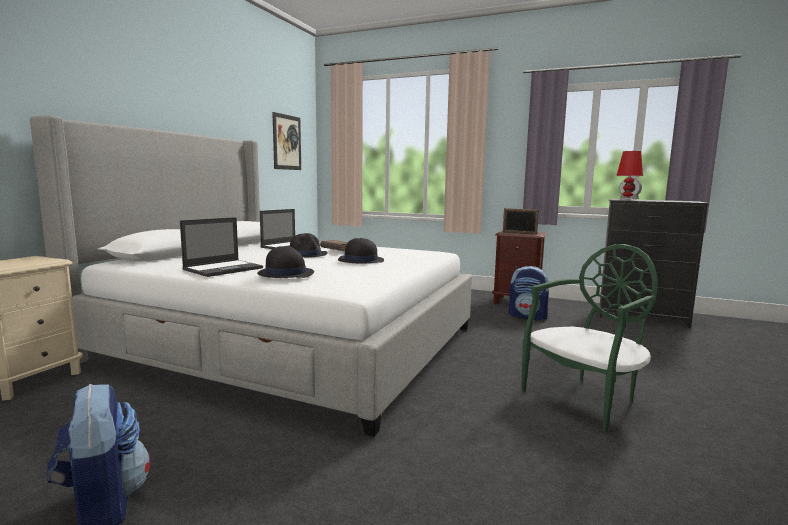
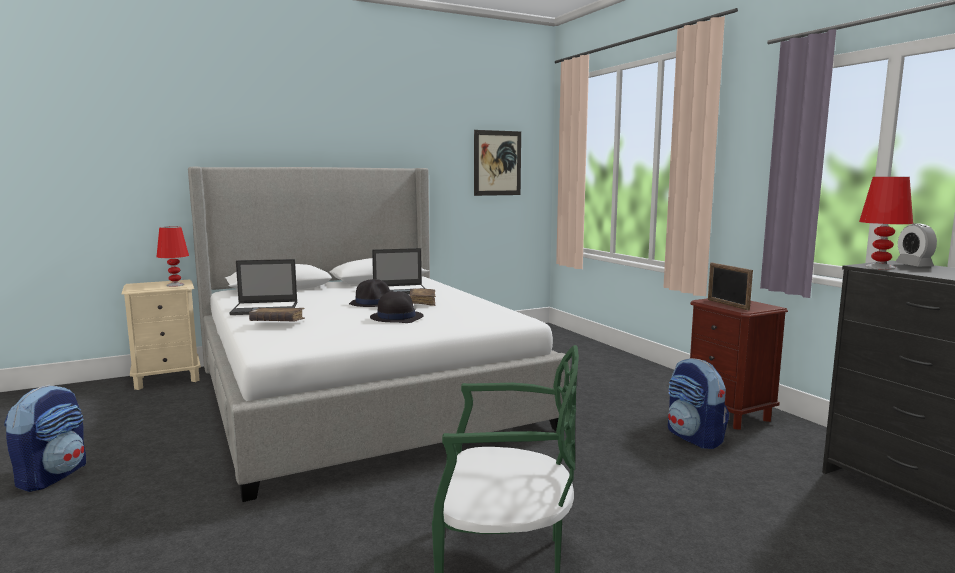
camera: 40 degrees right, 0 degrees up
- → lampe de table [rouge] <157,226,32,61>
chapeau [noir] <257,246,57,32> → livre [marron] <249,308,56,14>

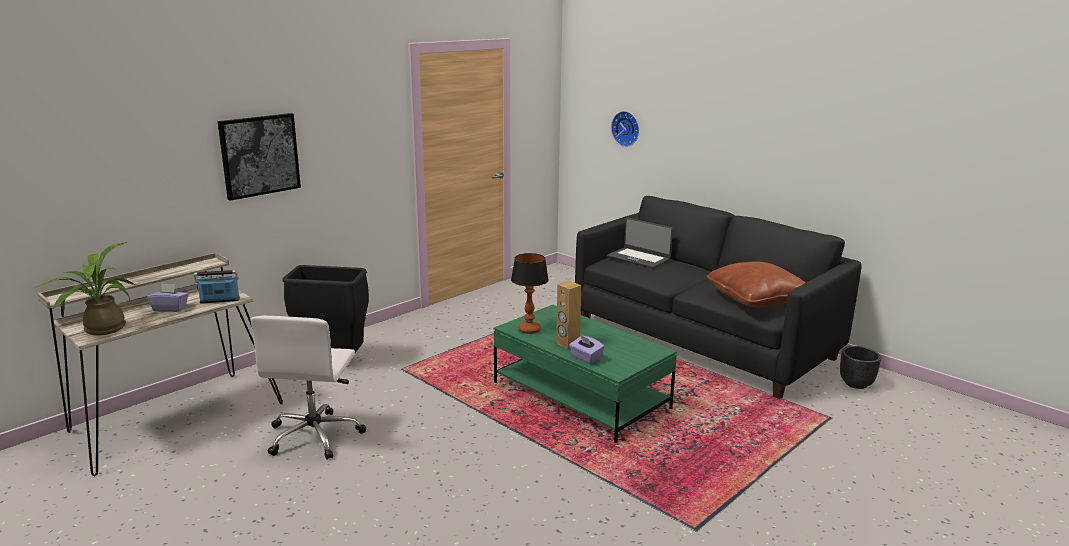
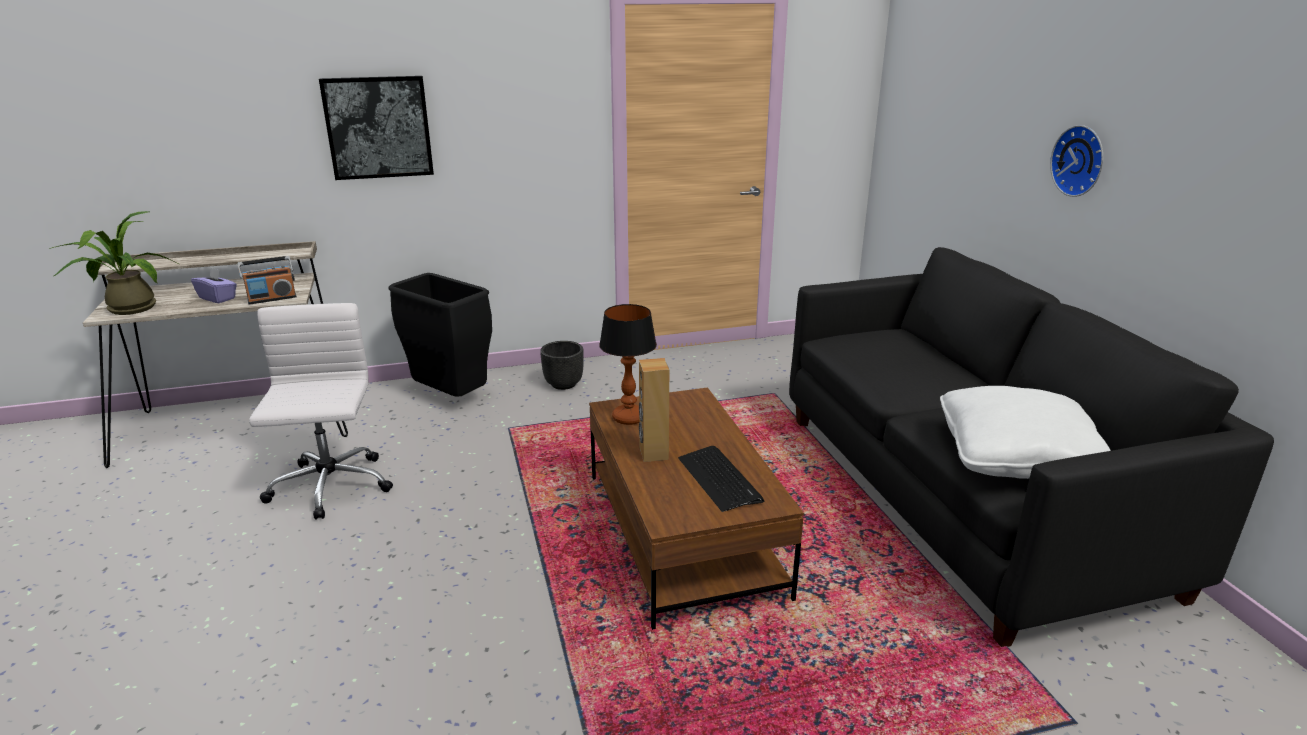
camera: 30 degrees right, 5 degrees up
radio <194,270,46,34> → radio <238,256,59,48>, 135 degrees clockwise
chaise de bureau [blanc] <250,316,116,144> → chaise de bureau [blanc] <249,303,144,217>, 135 degrees clockwise
cache-pot [noir] <840,346,41,43> → cache-pot [noir] <540,341,44,49>, move
table basse [vert] <493,305,184,138> → table basse [marron] <589,387,215,243>
- → clavier <678,446,87,66>
coussin [marron] <707,261,98,46> → coussin [blanc] <940,386,171,93>
horloge murale <611,111,28,36> → horloge murale <1050,125,53,72>, move
boîte à mouchoirs [violet] <569,335,36,29> → -
ordinateur portable <607,218,66,50> → -

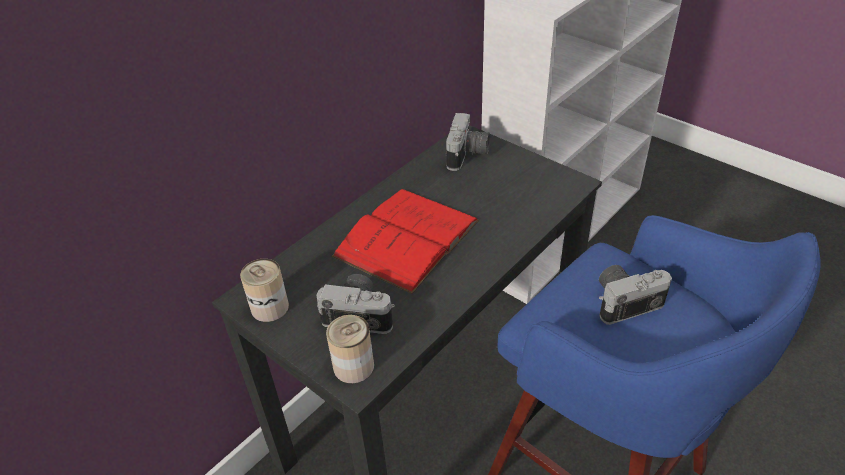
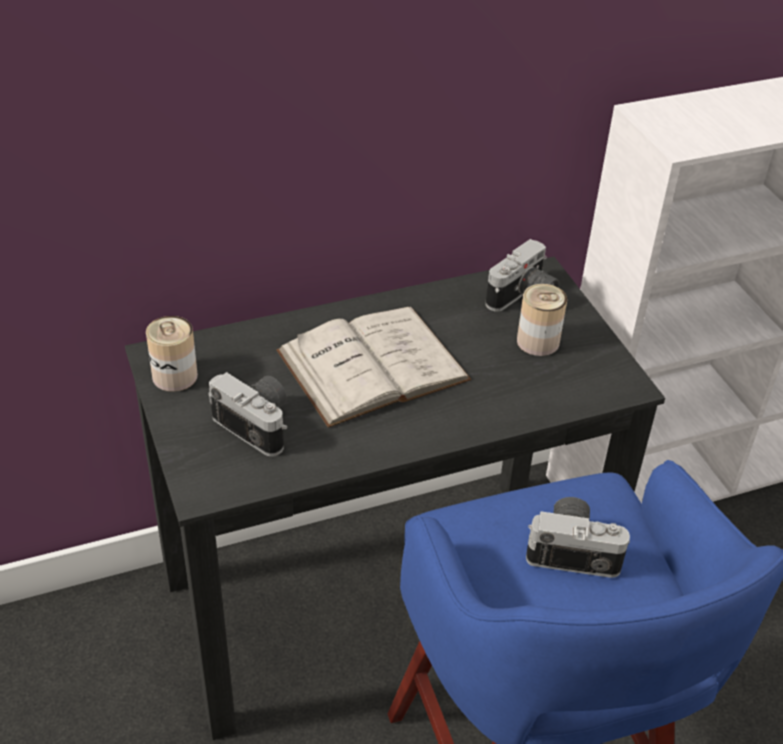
camera: 25 degrees right, 0 degrees up
livre [rouge] <332,189,147,105> → livre [blanc] <276,307,195,121>
boîte métallique <326,315,48,68> → boîte métallique <517,284,50,72>, move

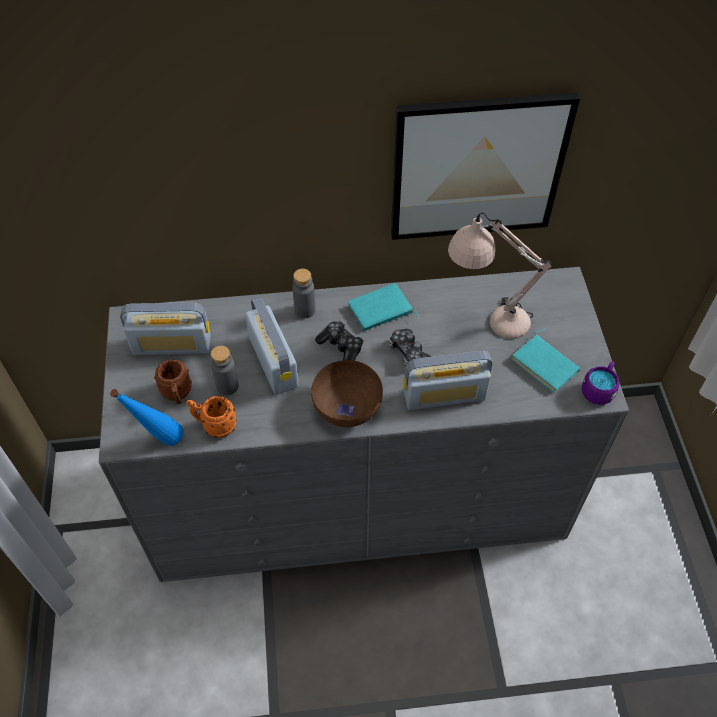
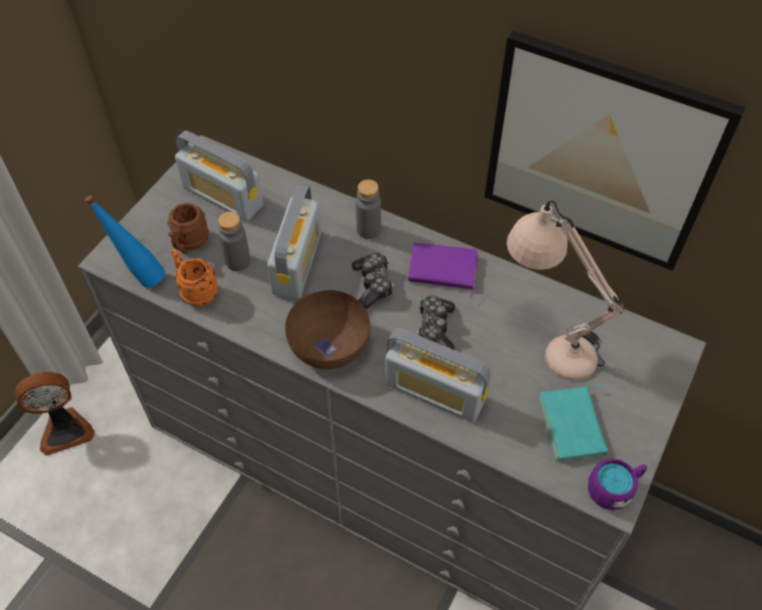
camera: 35 degrees right, 0 degrees up
- → ventilateur <15,372,80,84>
livre [turquoise] <348,283,70,48> → livre [violet] <408,243,70,56>

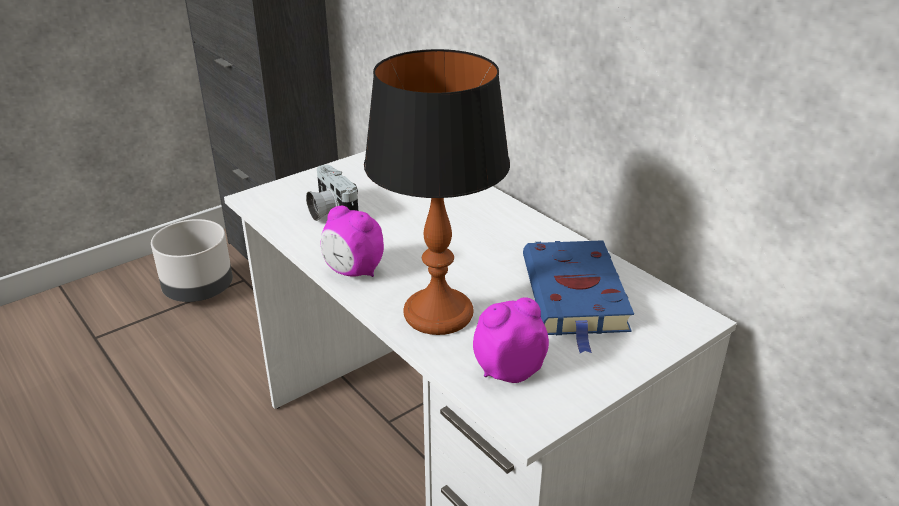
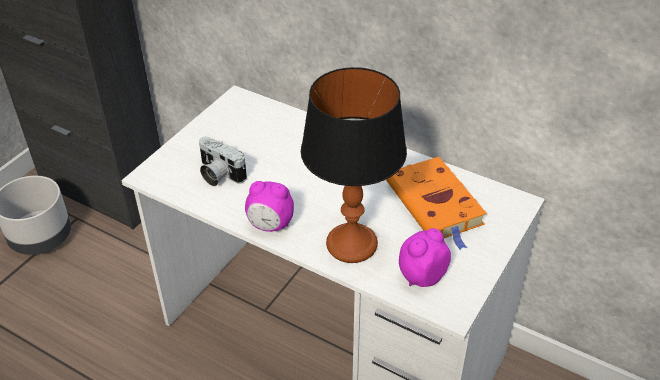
camera: 20 degrees left, 10 degrees up
livre [bleu] <523,240,111,113> → livre [orange] <386,157,101,93>

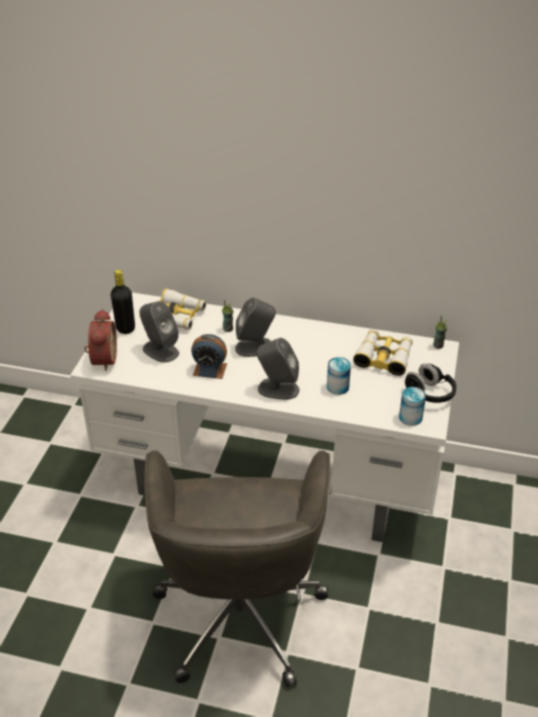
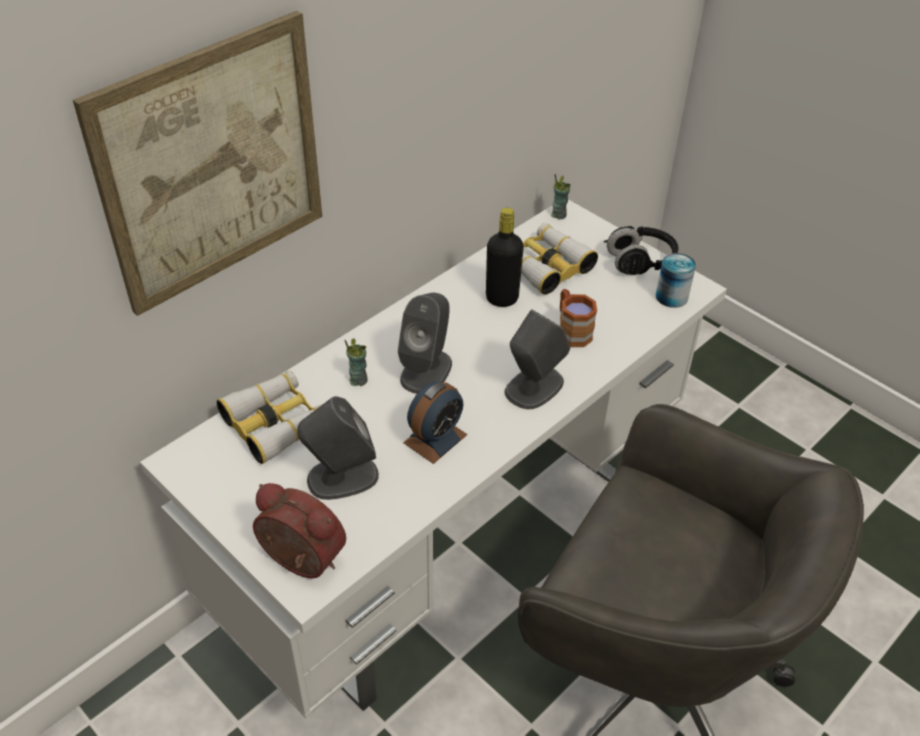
camera: 60 degrees left, 5 degrees up
- → tableau <73,11,249,305>
bouteille [noir] <111,270,24,64> → bouteille [noir] <486,208,38,99>, move
boîte métallique <327,357,24,38> → mug [marron] <560,289,37,58>

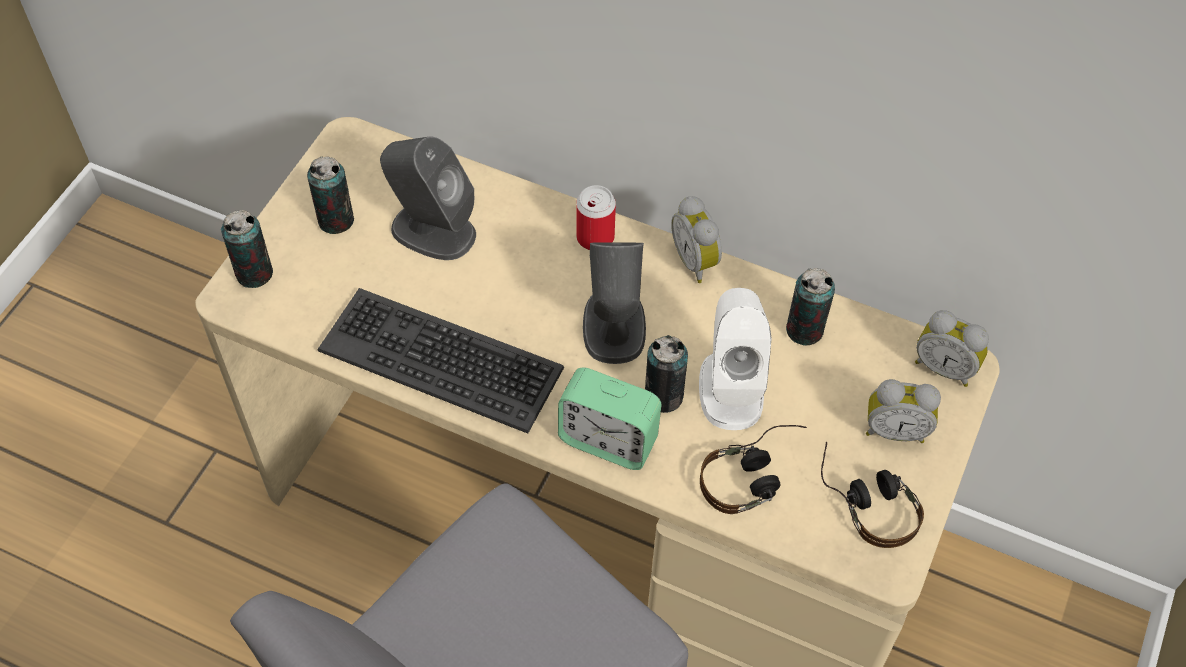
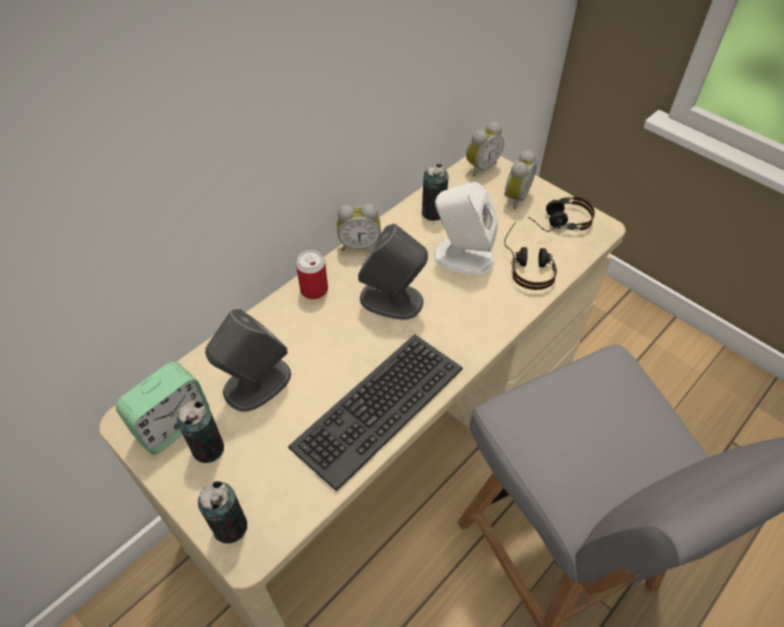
camera: 70 degrees left, 5 degrees down
réveil <558,367,104,103> → réveil <116,362,93,92>, move
boîte métallique <645,335,43,78> → -

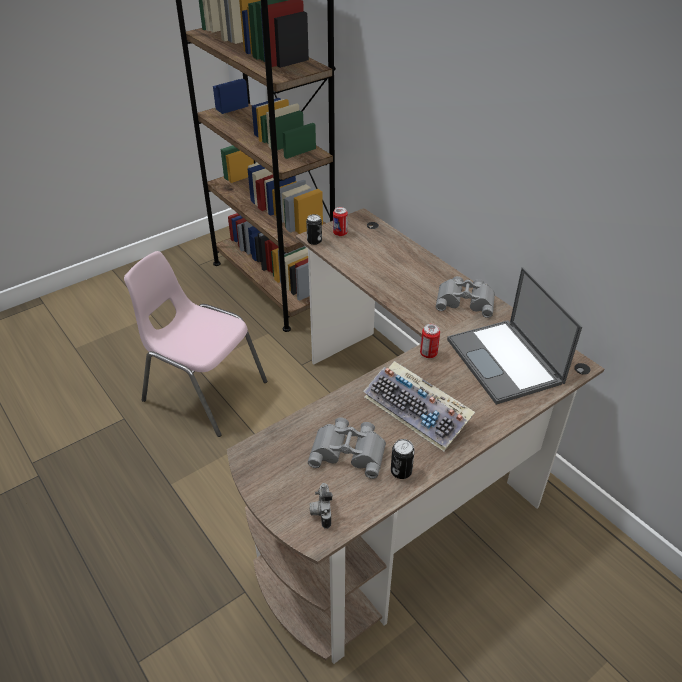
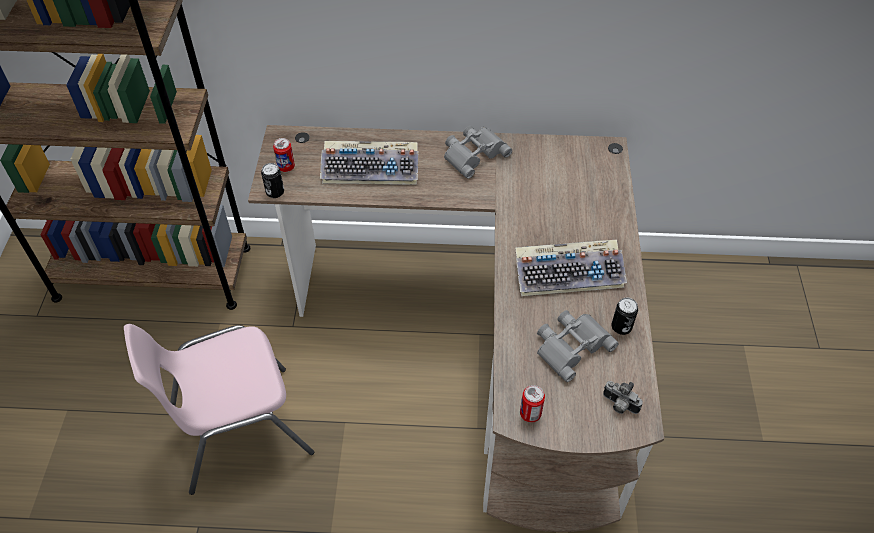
camera: 50 degrees left, 10 degrees up
- → clavier <320,141,98,43>
boîte métallique <420,324,20,34> → boîte métallique <520,385,25,37>, move
ordinateur portable <447,267,135,138> → -

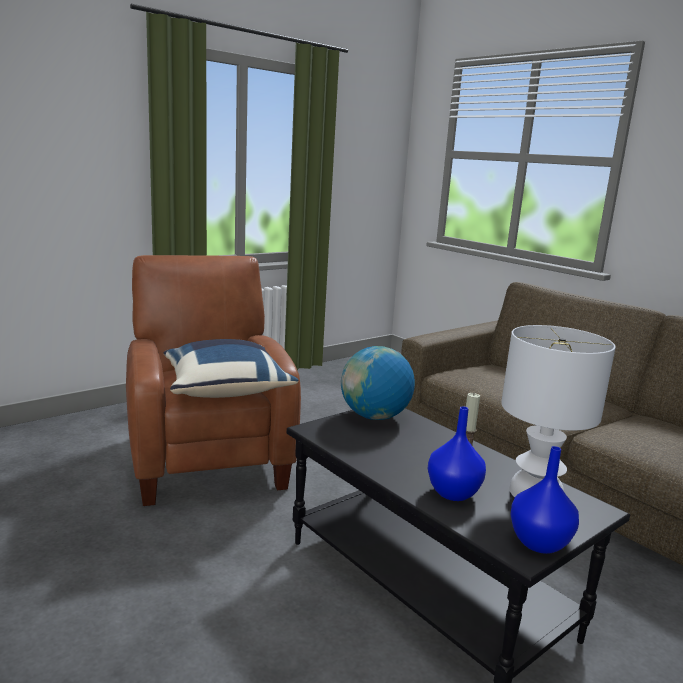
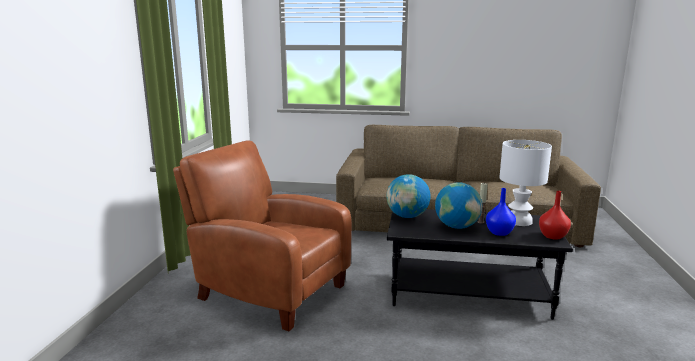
camera: 40 degrees left, 0 degrees up
- → globe <435,183,48,46>
vase [bleu] <510,446,69,108> → vase [rouge] <539,191,32,48>
coussin [bleu] <164,339,134,59> → -

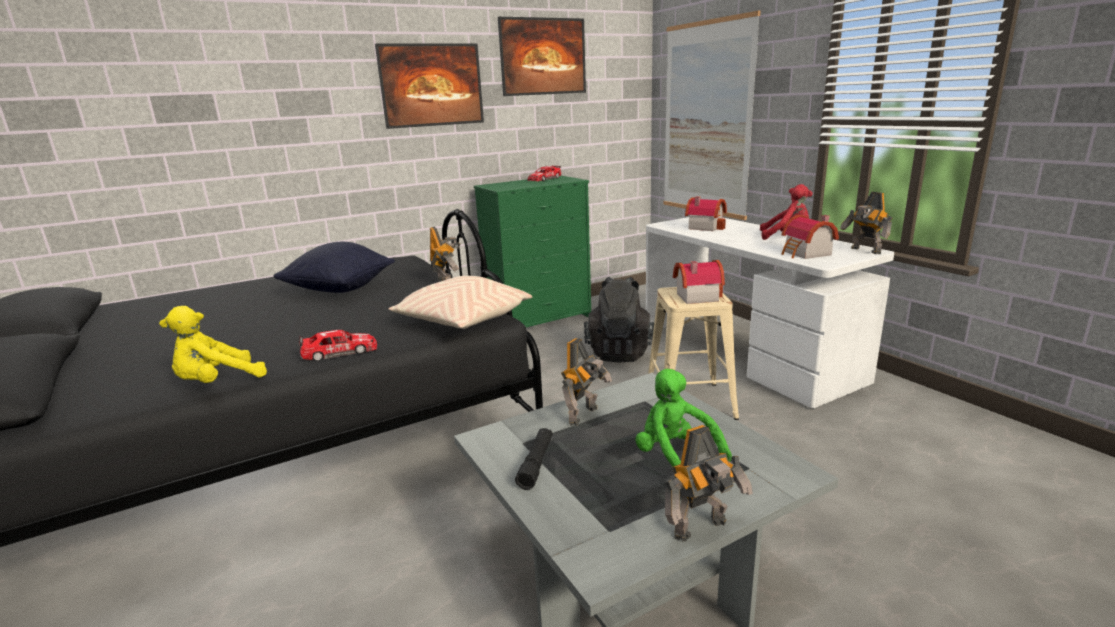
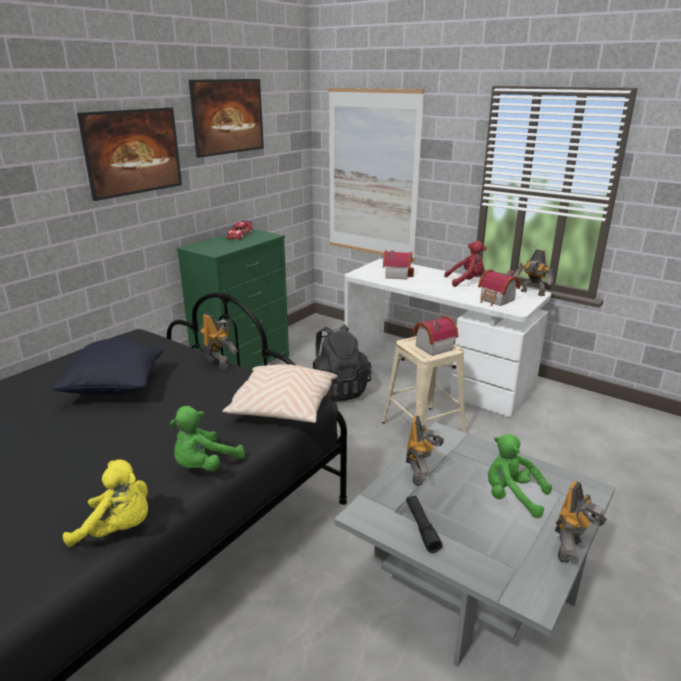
camera: 25 degrees left, 5 degrees up
peluche [jaune] <159,306,108,77> → peluche [jaune] <63,459,85,88>, 105 degrees counterclockwise
petite voiture <299,330,78,32> → peluche [vert] <170,406,75,65>

